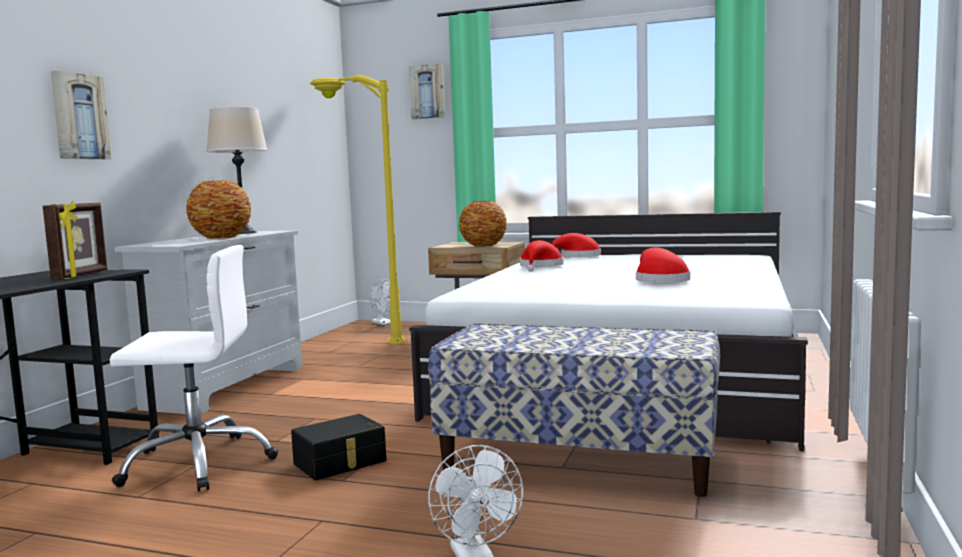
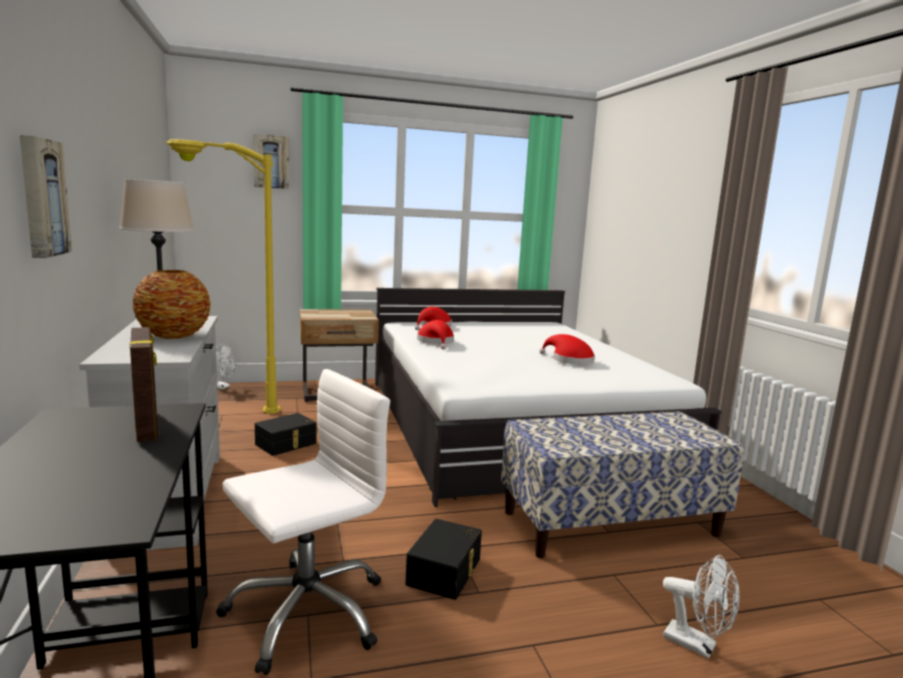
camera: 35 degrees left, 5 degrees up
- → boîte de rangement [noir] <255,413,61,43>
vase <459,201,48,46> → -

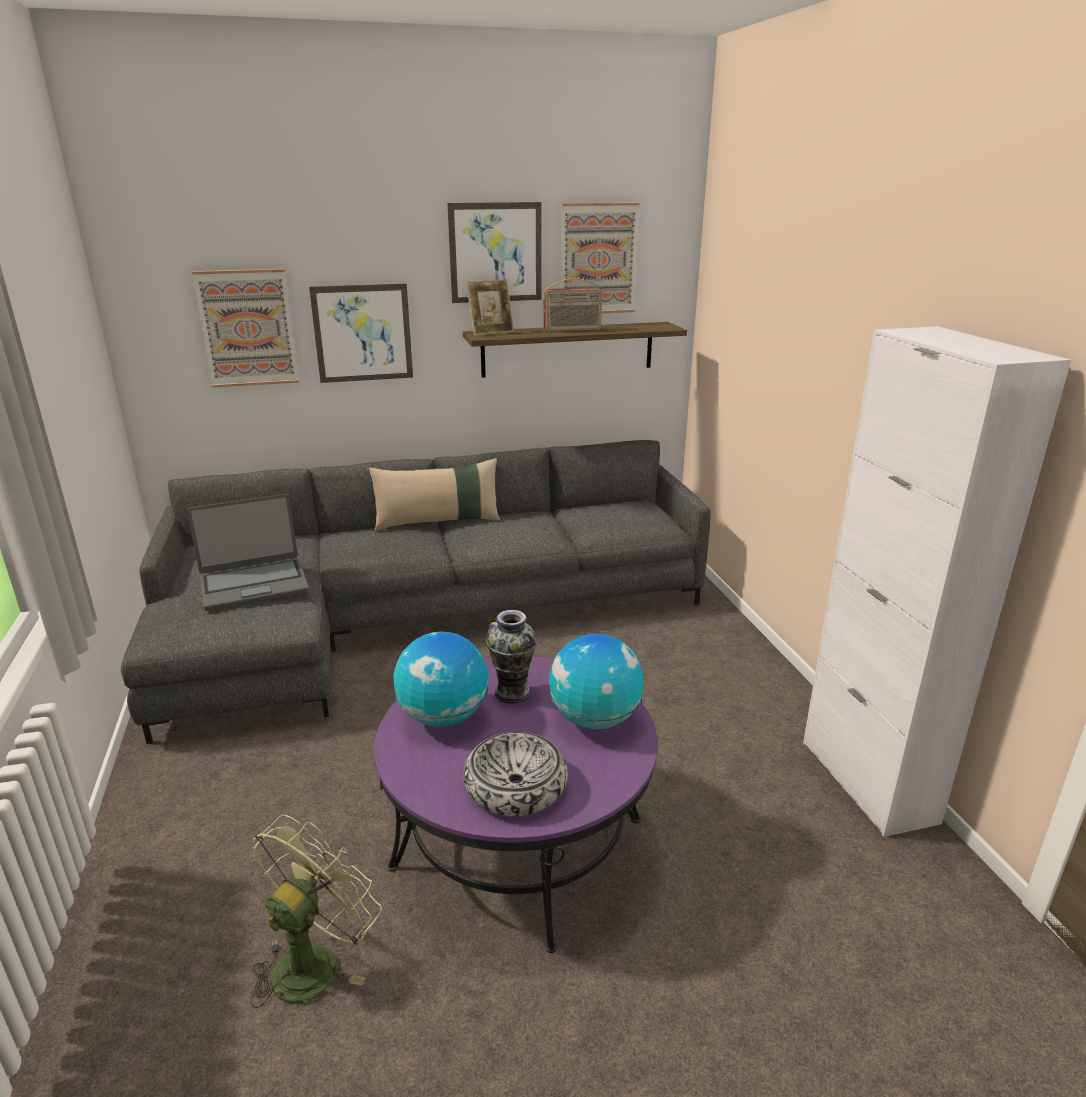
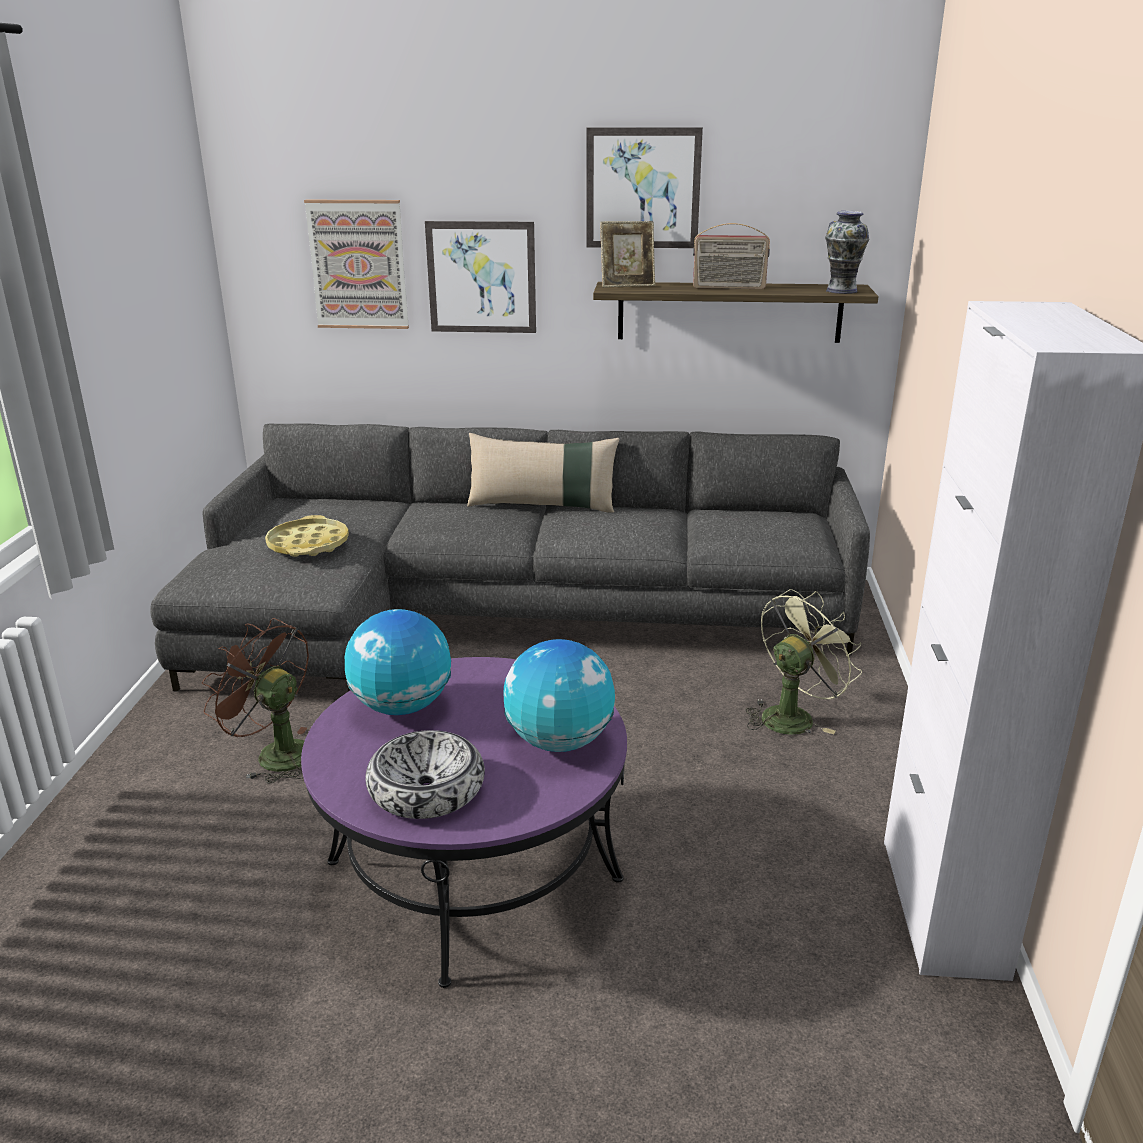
camera: 20 degrees right, 0 degrees up
- → ventilateur [marron] <202,618,107,166>
ordinateur portable <187,494,122,117> → plateau [jaune] <265,515,84,42>
ventilateur [vert] <250,815,132,193> → ventilateur [vert] <746,589,116,145>, move
vase <486,610,51,94> → vase <825,211,44,83>, move
tableau <561,203,79,110> → -

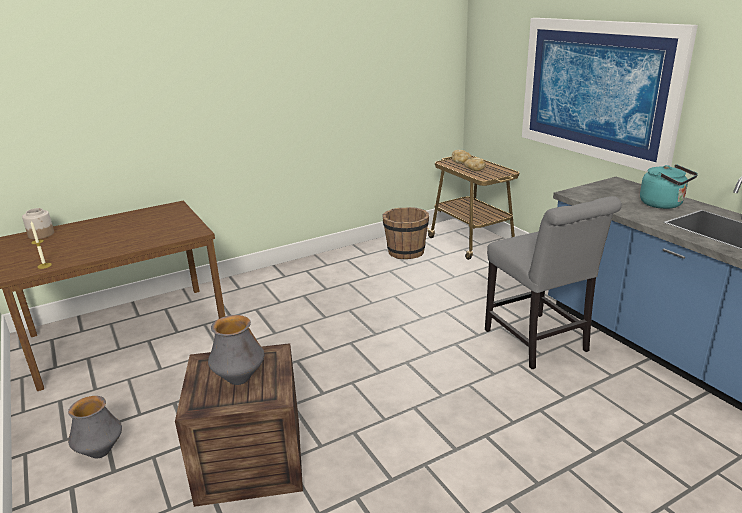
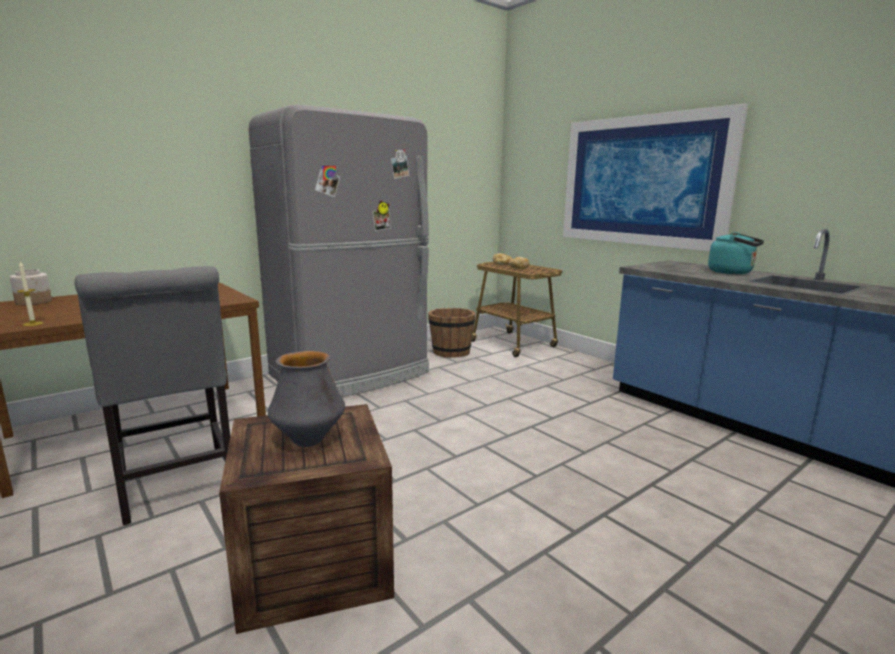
camera: 10 degrees left, 10 degrees down
chaise [gris] <485,196,137,173> → chaise [gris] <75,266,155,259>, move
- → réfrigérateur [gris] <249,104,180,293>
vase <68,396,54,62> → -

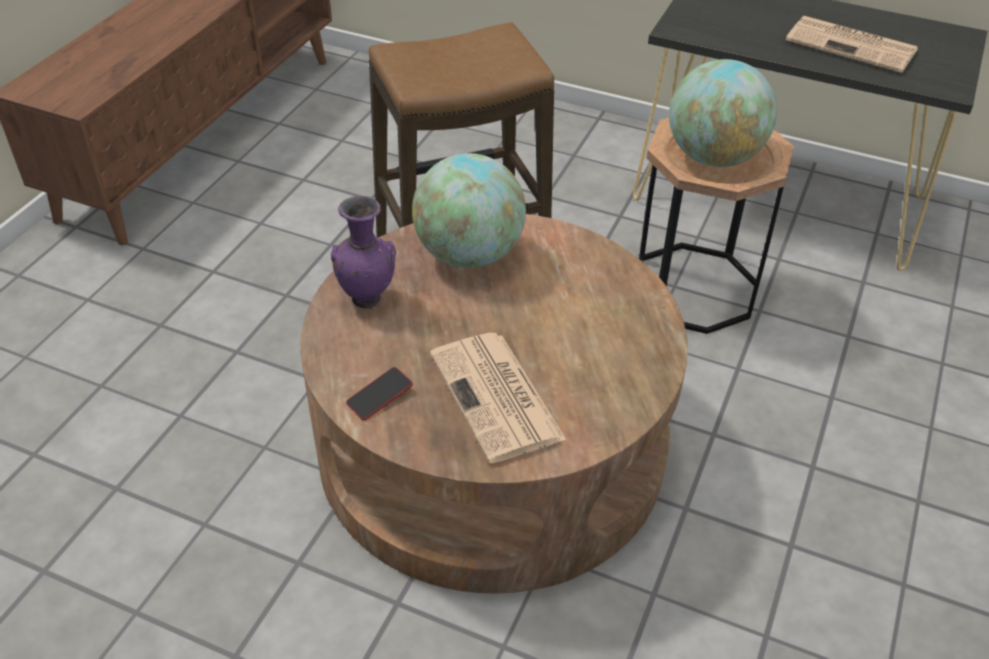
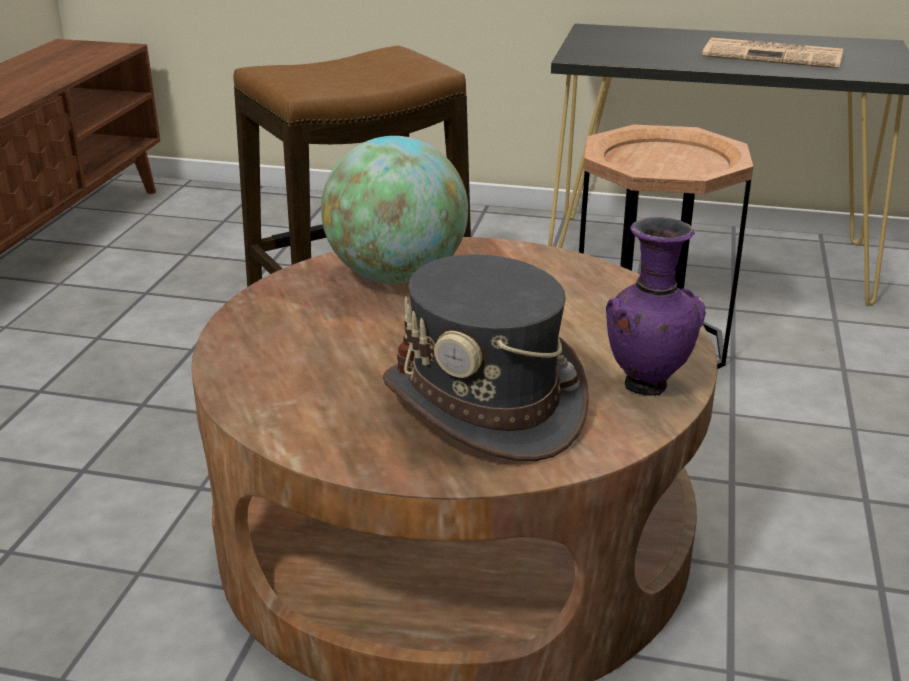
camera: 10 degrees left, 15 degrees down
journal <430,333,136,130> → chapeau [gris] <383,254,206,207>
vase [violet] <331,196,65,113> → vase [violet] <606,217,100,179>, move
téléphone <346,367,67,53> → -
globe <669,59,108,108> → -

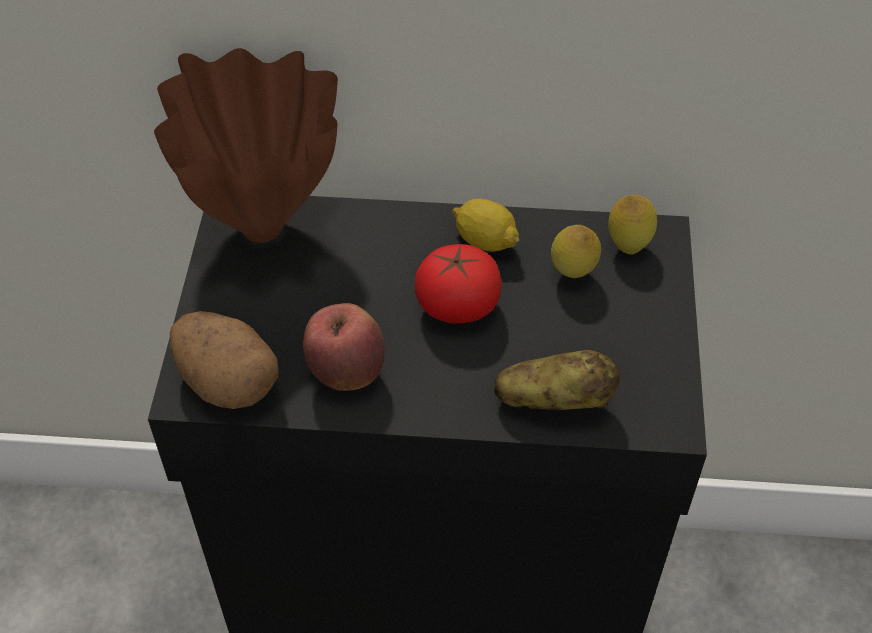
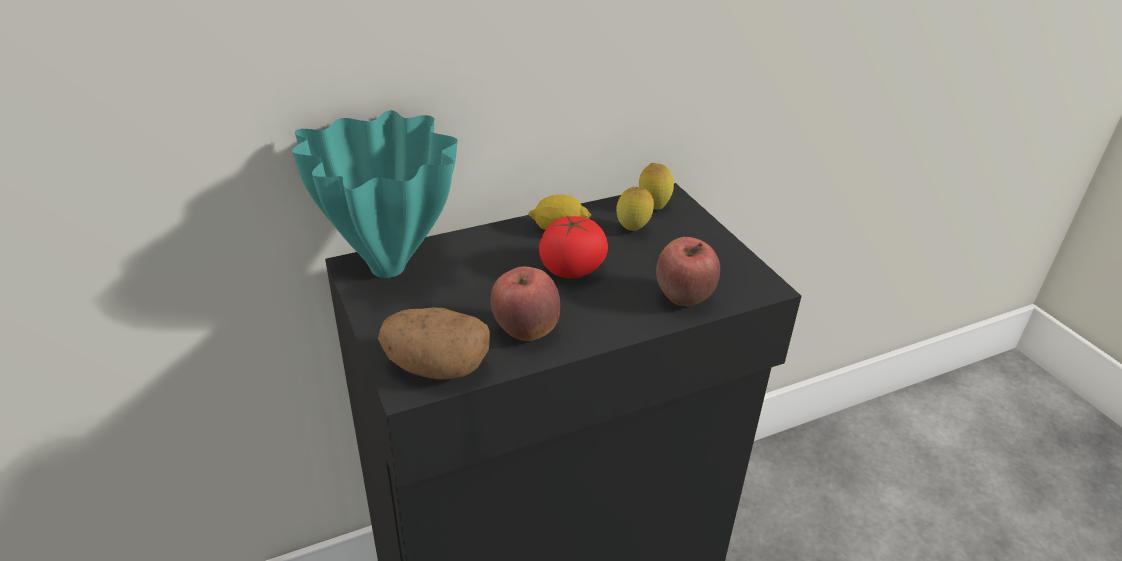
camera: 30 degrees left, 15 degrees down
vase [marron] <154,48,184,195> → vase [turquoise] <292,110,166,168>
pomme de terre <494,350,126,60> → pomme <656,237,64,69>

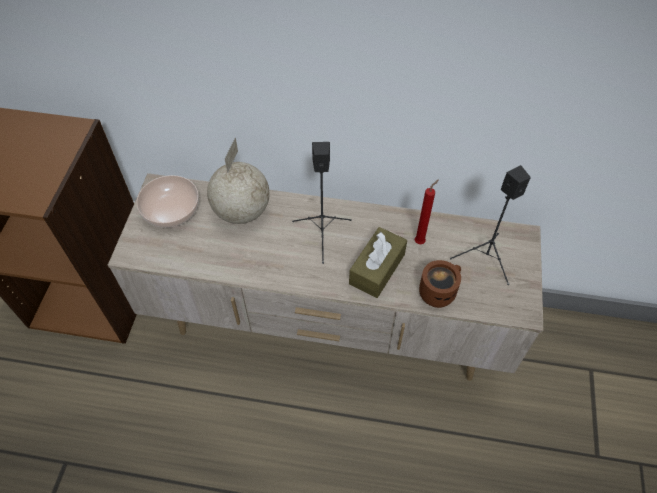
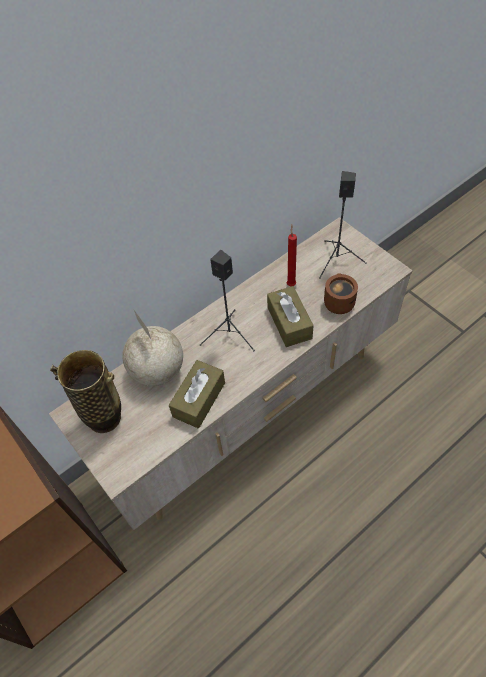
camera: 45 degrees left, 0 degrees up
bol <136,175,63,53> → vase <50,350,71,83>
- → boîte à mouchoirs [marron] <169,360,56,68>

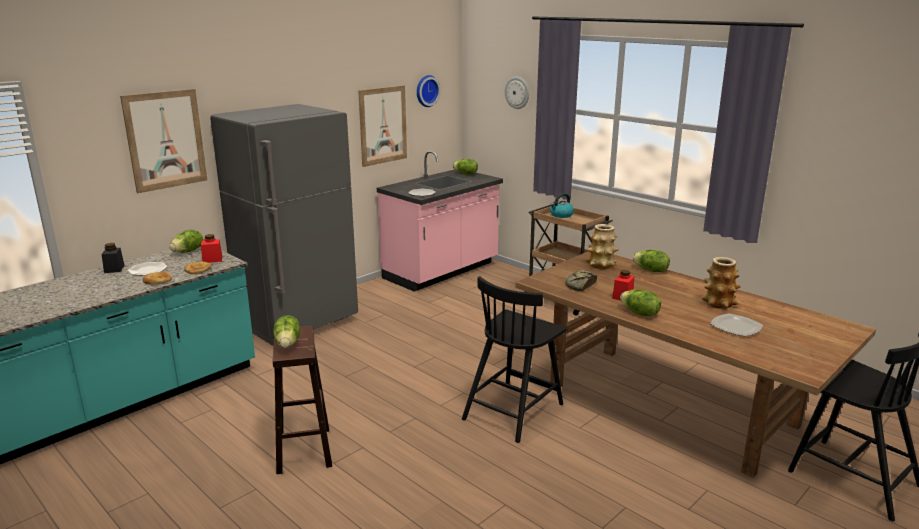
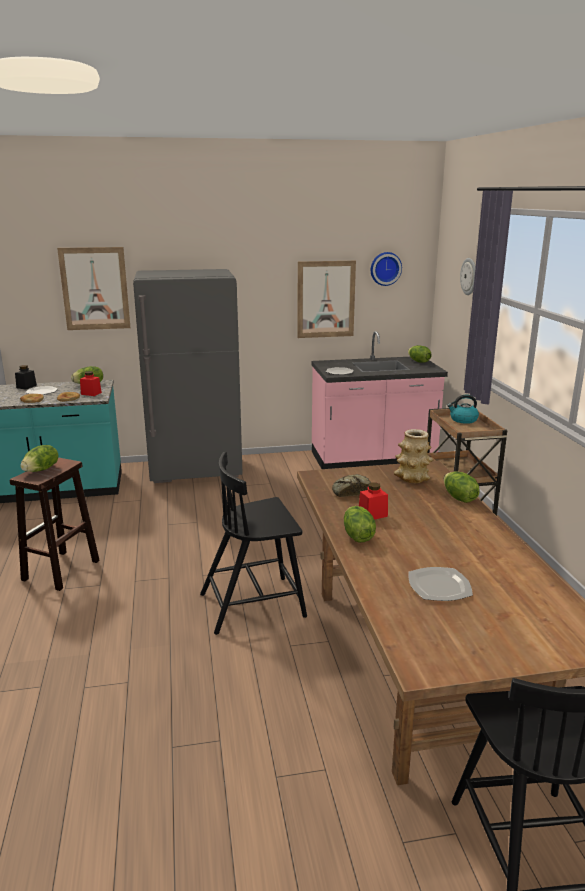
camera: 35 degrees right, 0 degrees up
vase <701,257,40,52> → -

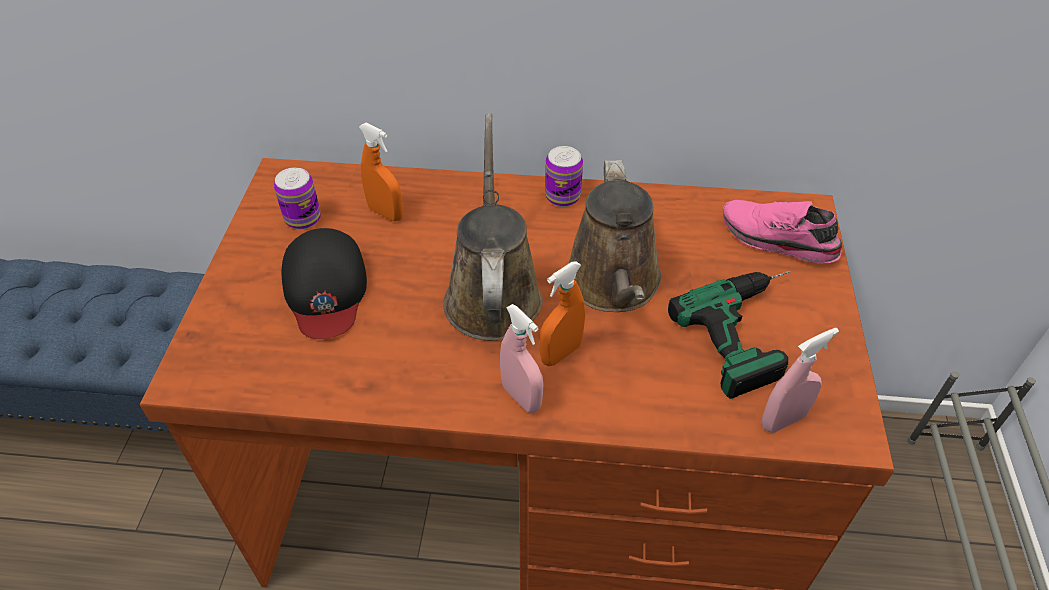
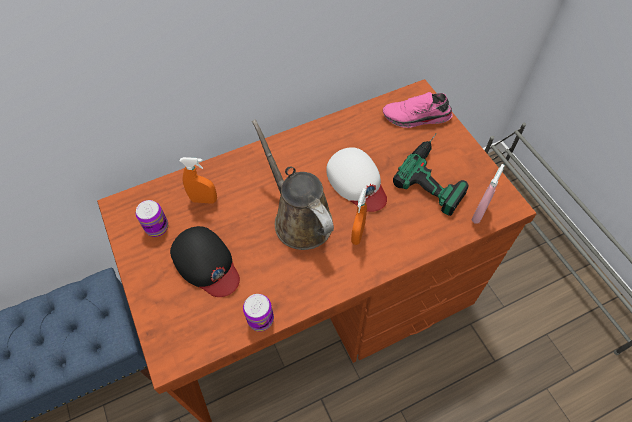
camera: 30 degrees left, 10 degrees up
boîte métallique <545,146,38,61> → boîte métallique <243,294,31,38>, move
arrosoir [marron] <567,160,94,152> → casquette [blanc] <326,147,61,65>
vaporisateur [rose] <500,304,44,109> → -

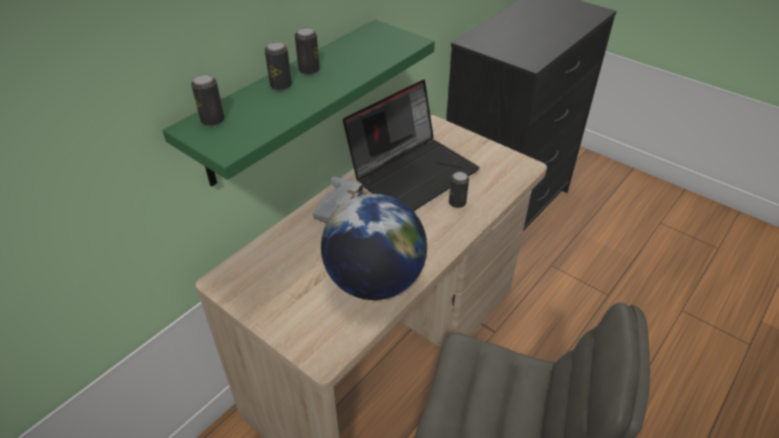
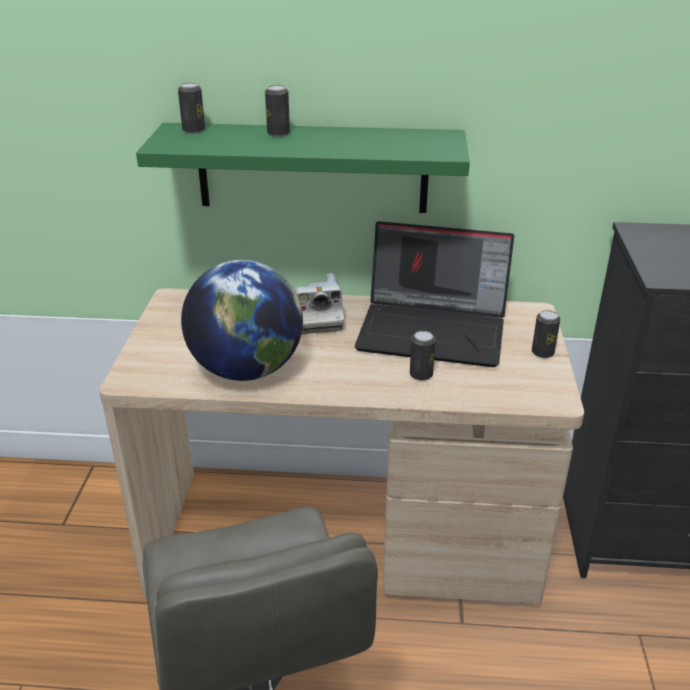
camera: 55 degrees right, 10 degrees down
boîte métallique <295,27,25,48> → boîte métallique <532,310,28,48>, move

